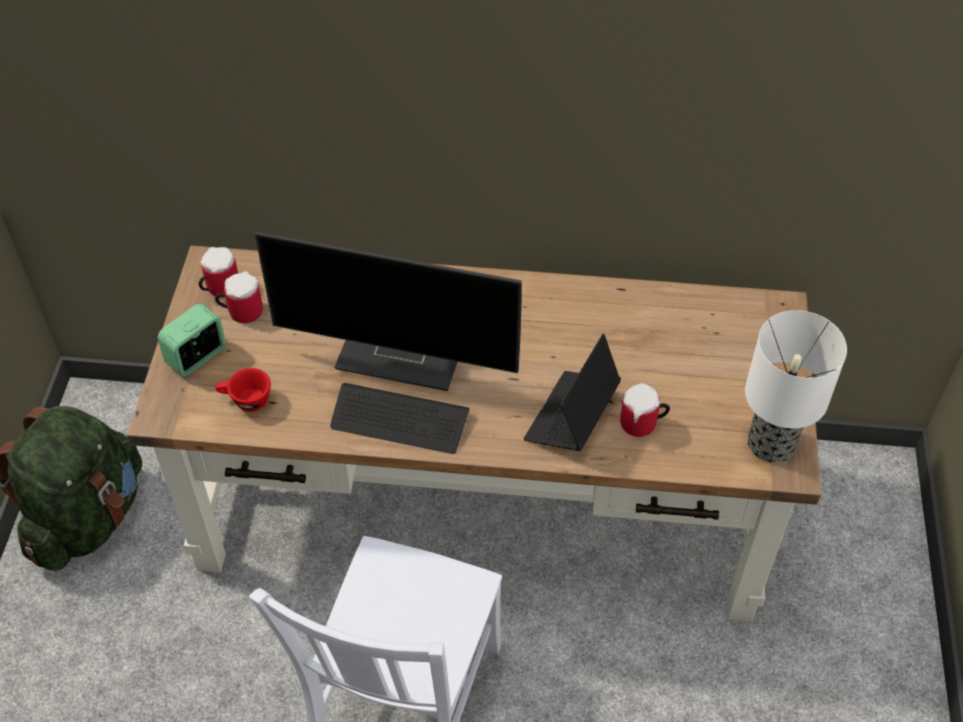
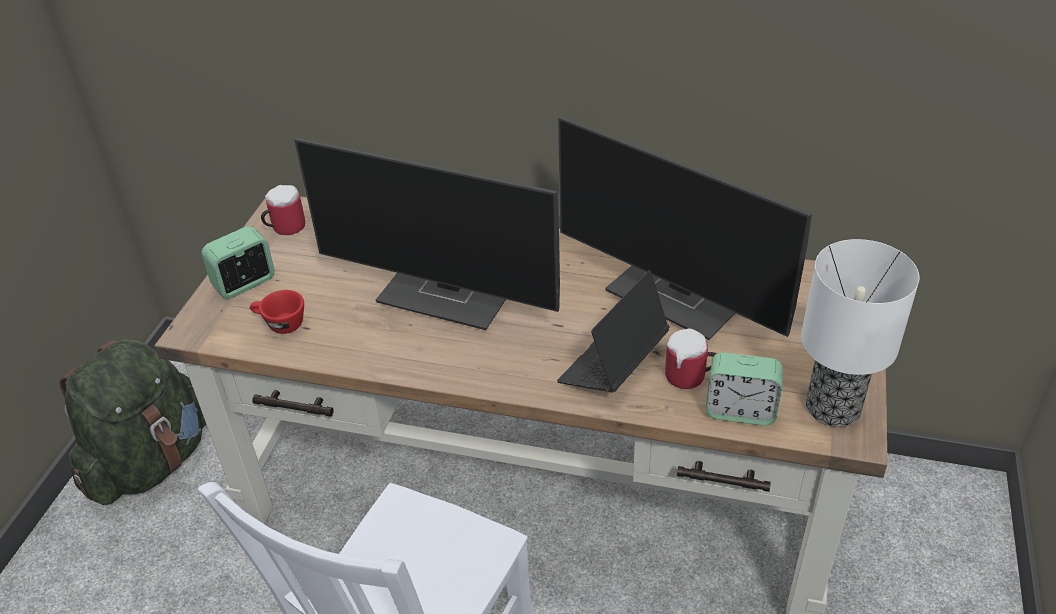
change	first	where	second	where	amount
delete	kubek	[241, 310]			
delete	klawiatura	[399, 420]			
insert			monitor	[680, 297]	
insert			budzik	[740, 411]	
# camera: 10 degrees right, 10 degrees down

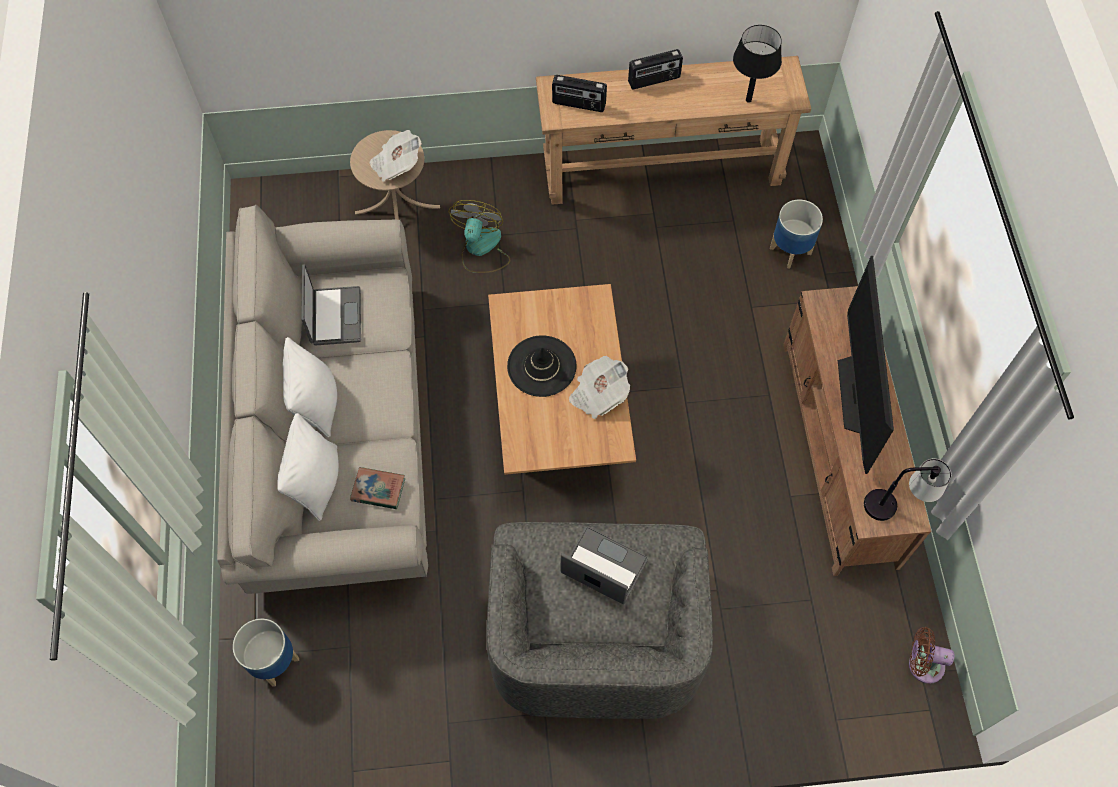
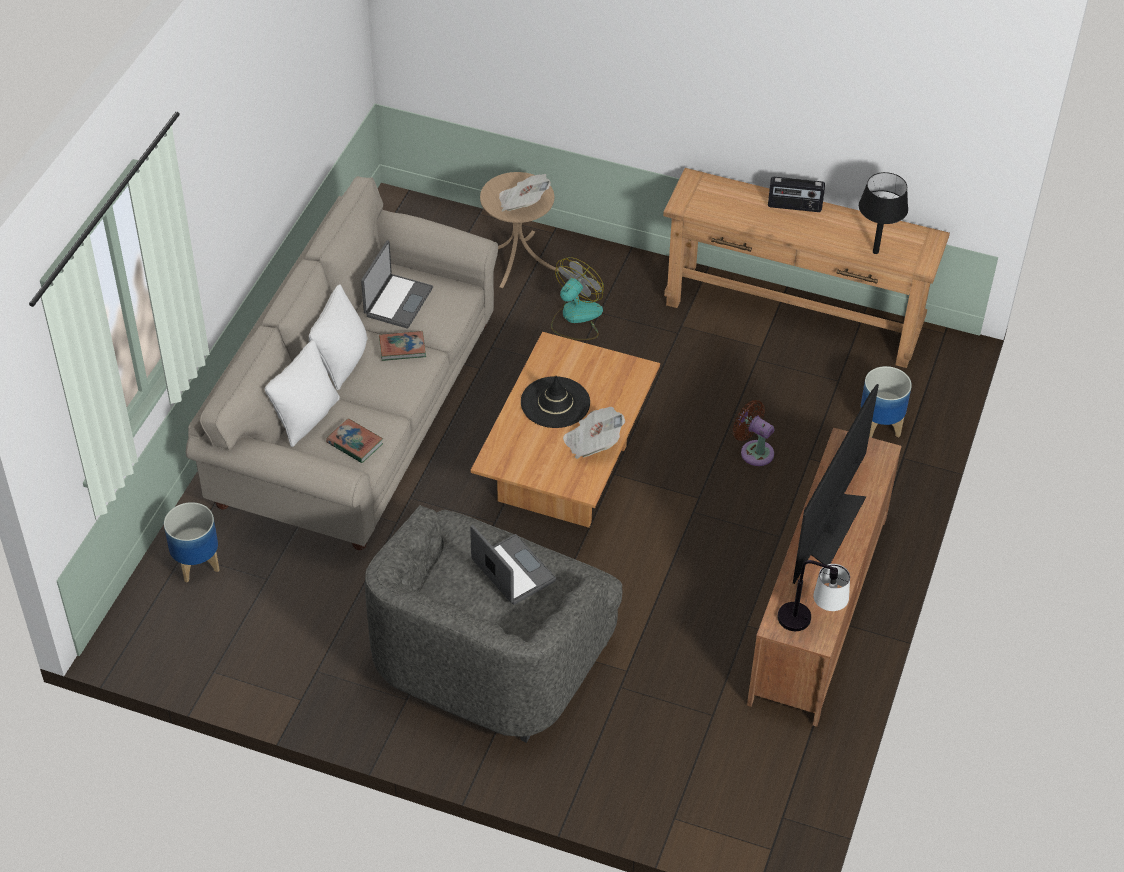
change	first	where	second	where	amount
delete	radio	[578, 104]			
insert			książka	[402, 348]	
move	wentylator (brązowy)	[922, 664]		[754, 451]	
# camera: 25 degrees right, 15 degrees down

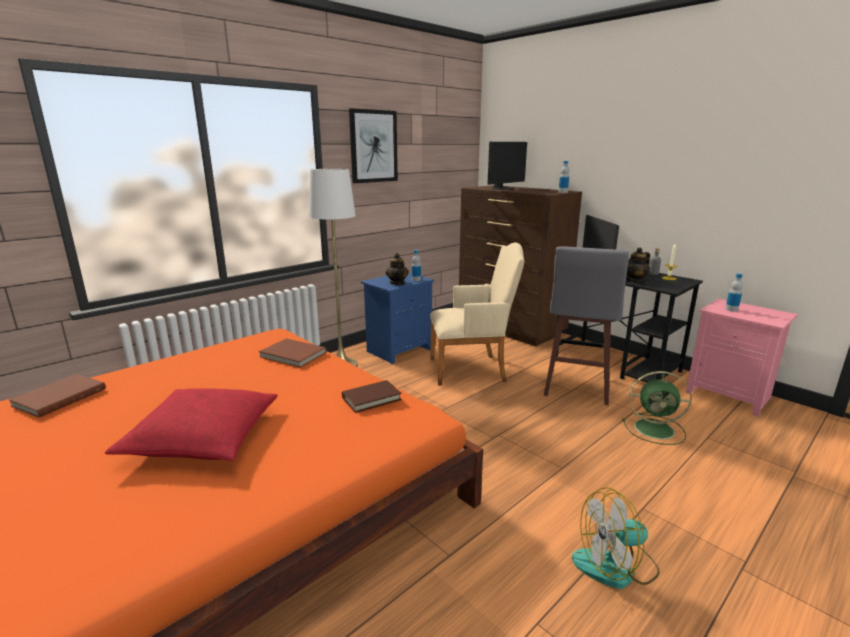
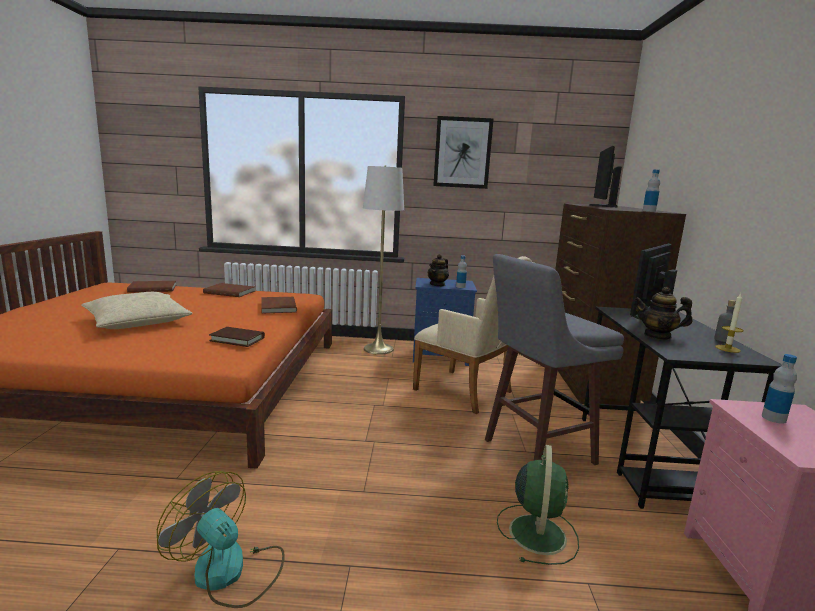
change	first	where	second	where	amount
insert			książka (brązowy)	[230, 292]	
recolor	poduszka (czerwony)	[203, 437]	poduszka (beżowy)	[138, 321]	
rotate	monitor	[504, 189]		[601, 206]	105 degrees clockwise
rotate	wentylator (zielony)	[656, 429]		[537, 532]	135 degrees counterclockwise
# camera: 45 degrees right, 5 degrees down

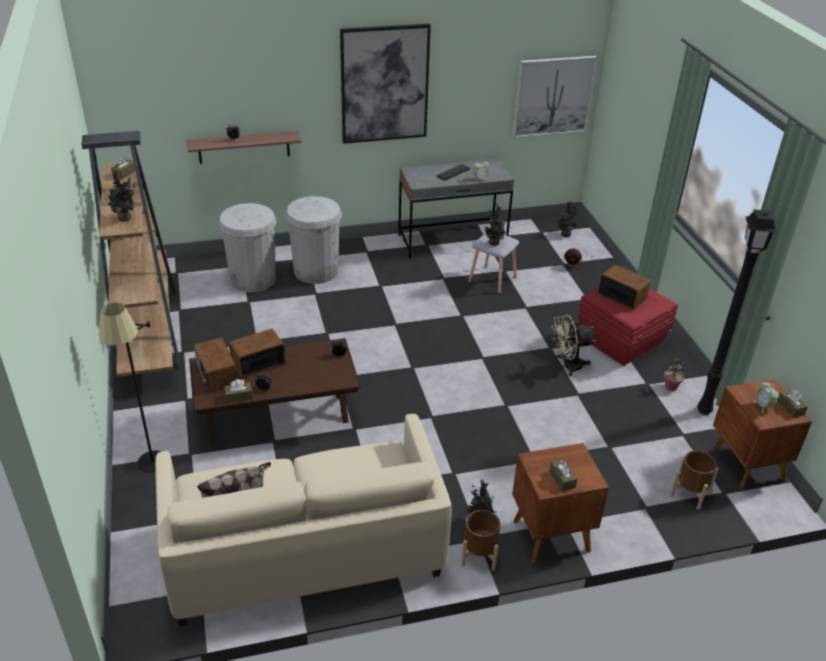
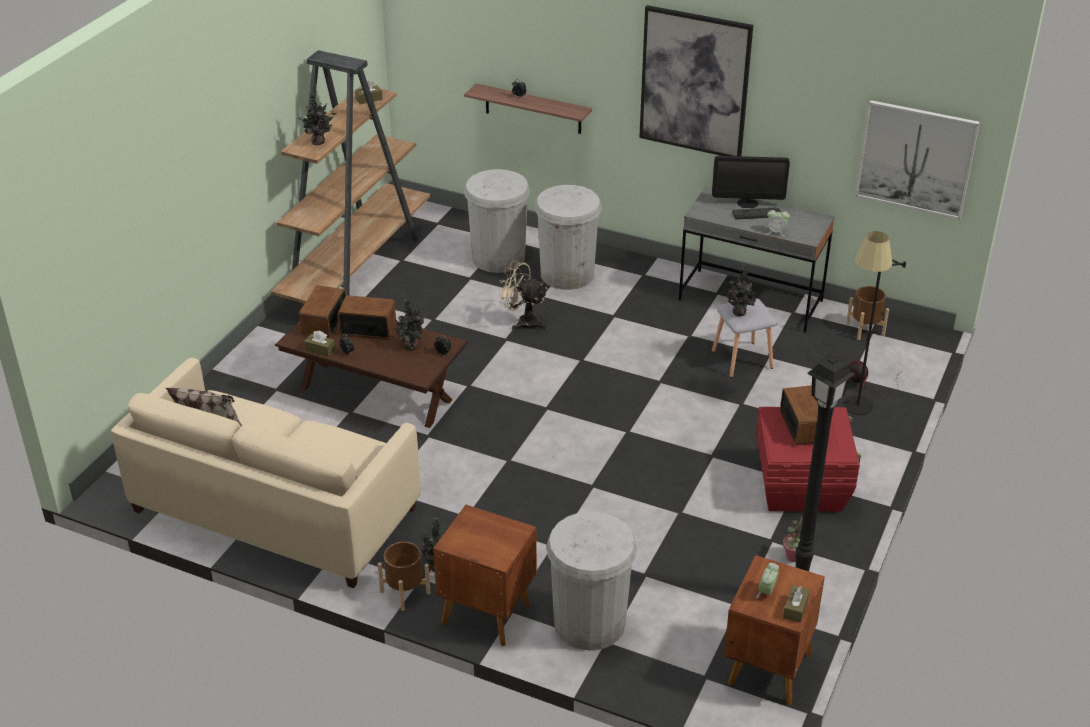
change	first	where	second	where	amount
delete	pudełko chusteczek (brązowy)	[562, 479]			
insert			kosz na śmieci (biały)	[589, 623]	
insert			monitor	[747, 203]	
move	lampa stojąca (czarny)	[152, 471]		[853, 413]	
move	wentylator (beżowy)	[567, 366]		[523, 322]	
move	roślina doniczkowa	[565, 234]		[411, 345]	
move	donica (brązowy)	[690, 493]		[865, 329]	
# camera: 40 degrees right, 0 degrees up

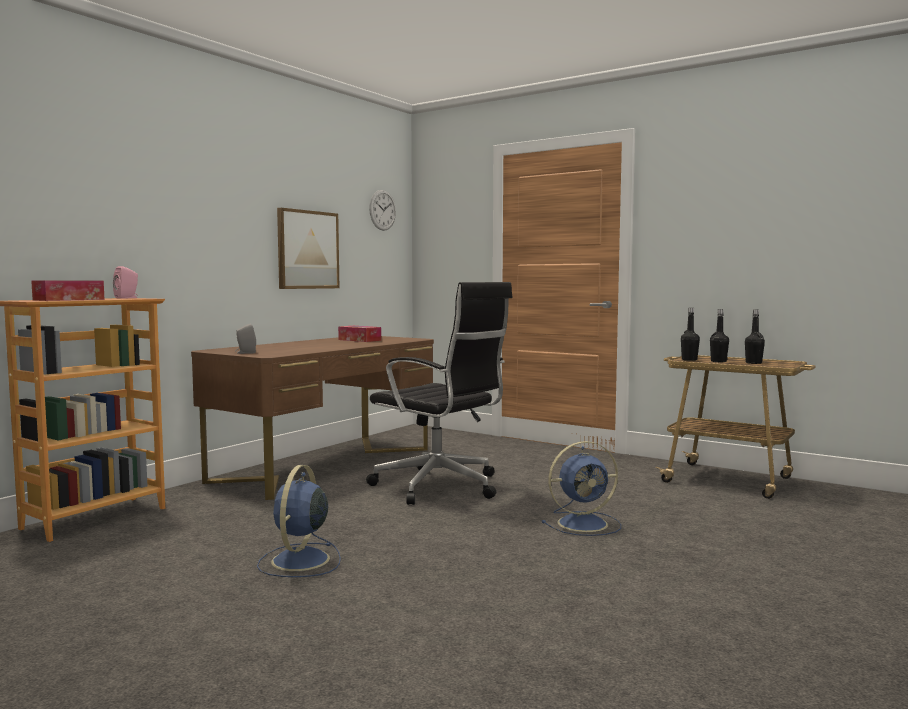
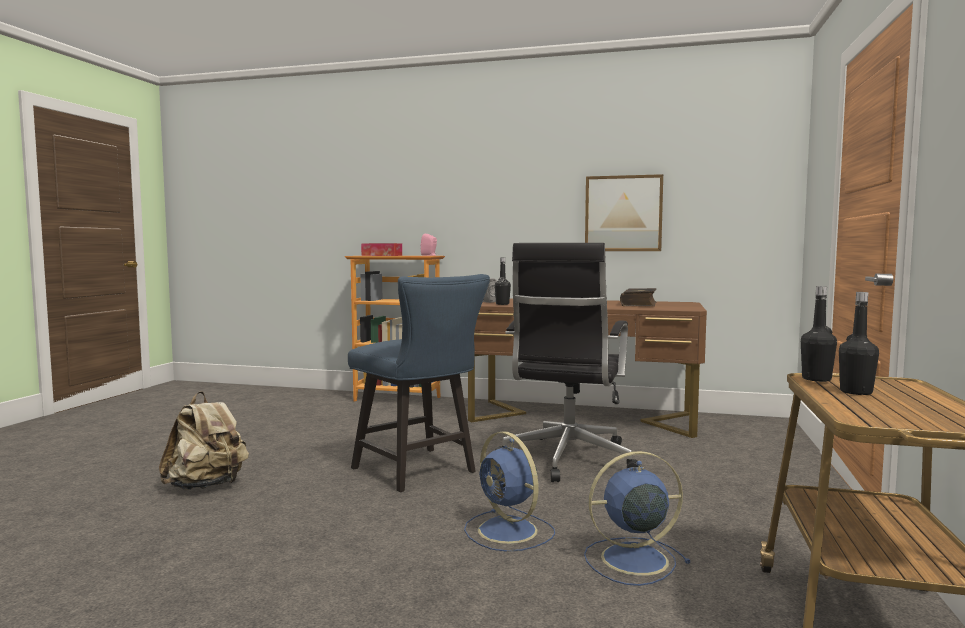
change	first	where	second	where	amount
delete	zegar ścienny	[382, 210]			
insert			plecak (beżowy)	[207, 486]	
insert			krzesło (niebieski)	[419, 472]	
move	wentylator (niebieski)	[299, 561]		[631, 560]	
move	butelka (czarny)	[753, 363]		[502, 304]	
replace	pudełko chusteczek	[359, 340]	książka	[639, 304]	
# camera: 70 degrees right, 0 degrees up

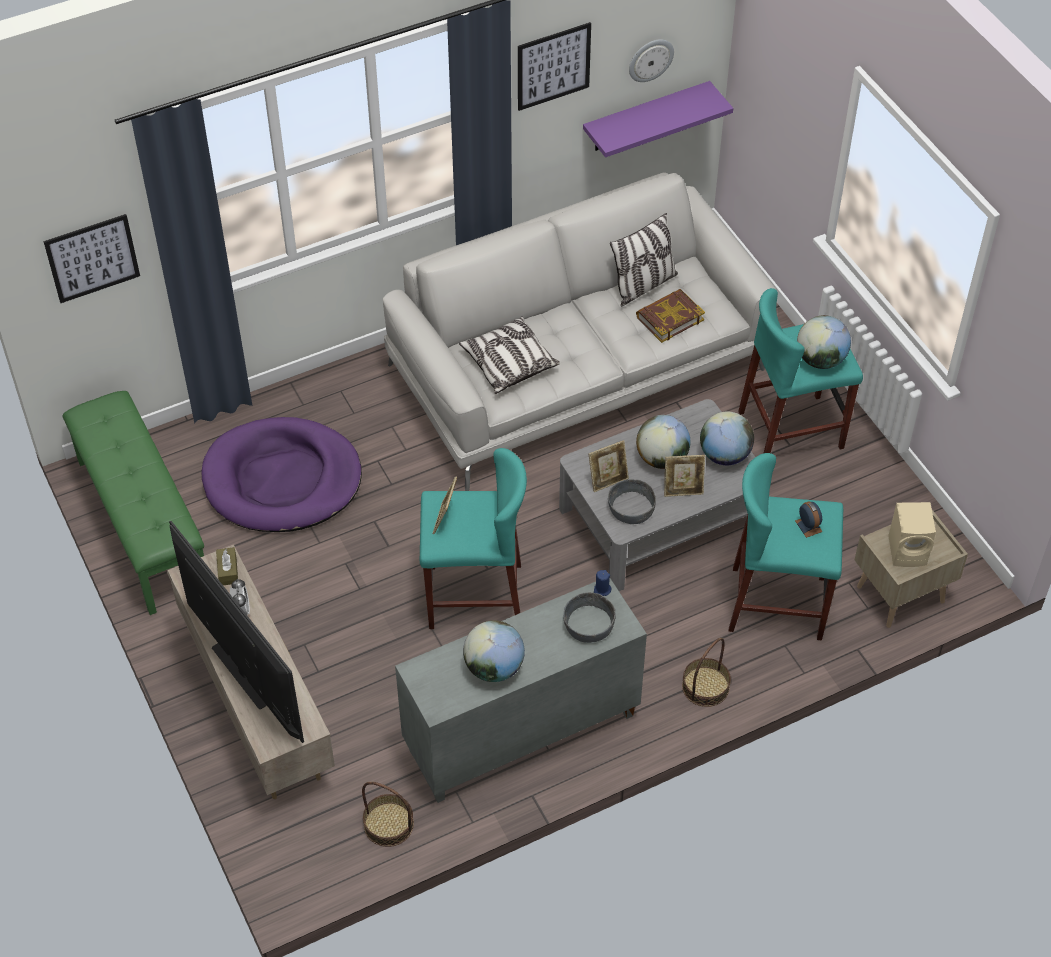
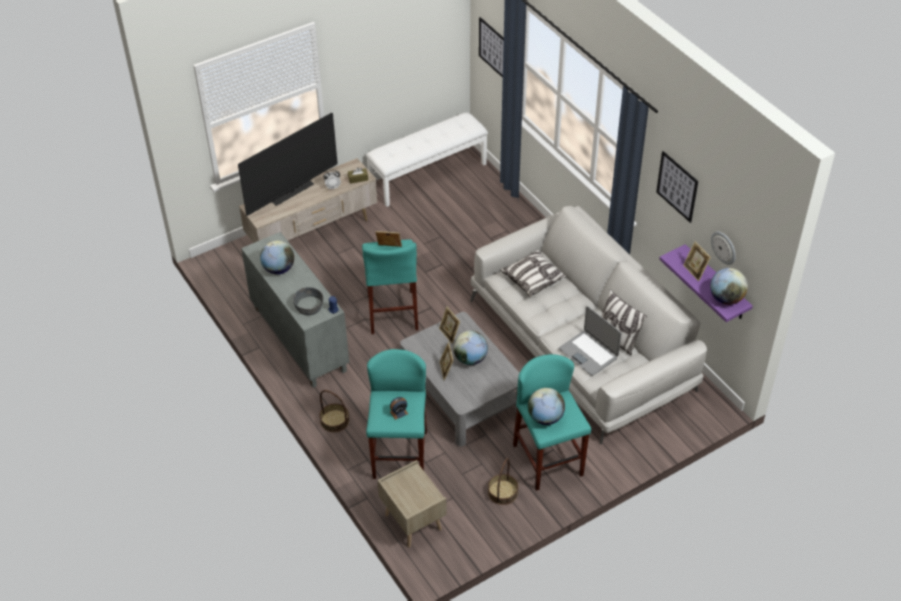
change	first	where	second	where	amount
delete	legowisko (fioletowy)	[282, 480]			
delete	miska (szary)	[630, 508]			
delete	głośnik (beżowy)	[909, 551]			
insert			ramka na zdjęcie	[694, 271]	
move	koszyk	[389, 824]		[503, 492]	
move	globus	[724, 455]		[726, 298]	
replace	książka	[669, 318]	laptop	[588, 353]	
recolor	ławka (zielony)	[142, 525]	ławka (biały)	[428, 175]	
# camera: 85 degrees right, 5 degrees down

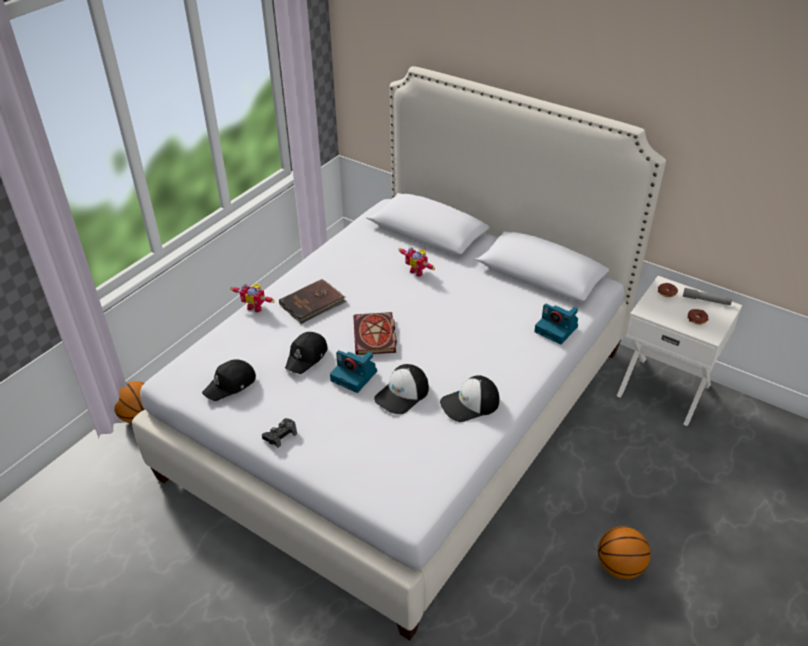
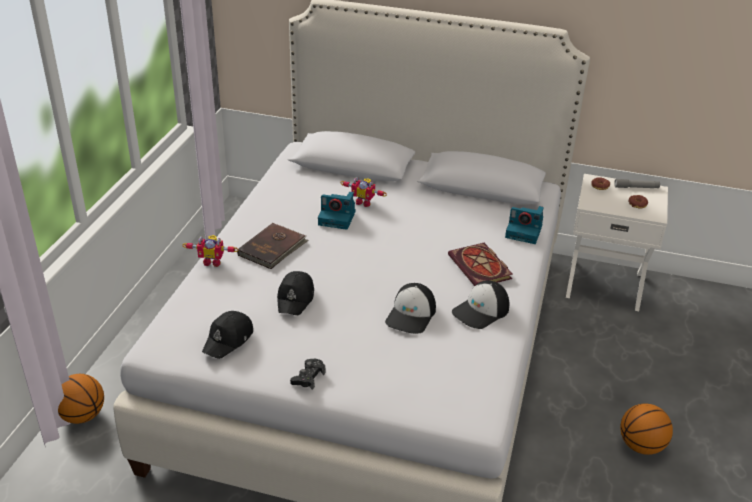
change	first	where	second	where	amount
move	aparat fotograficzny	[355, 376]		[338, 218]	
move	książka	[376, 336]		[481, 268]	
# camera: 20 degrees left, 5 degrees down

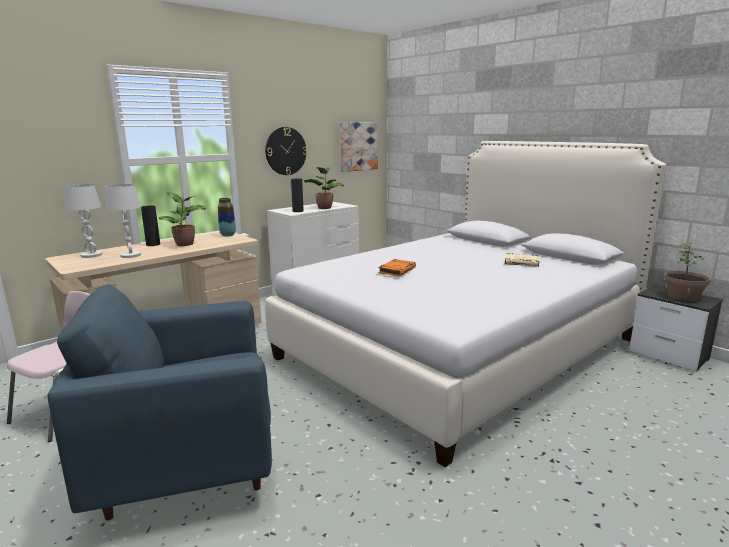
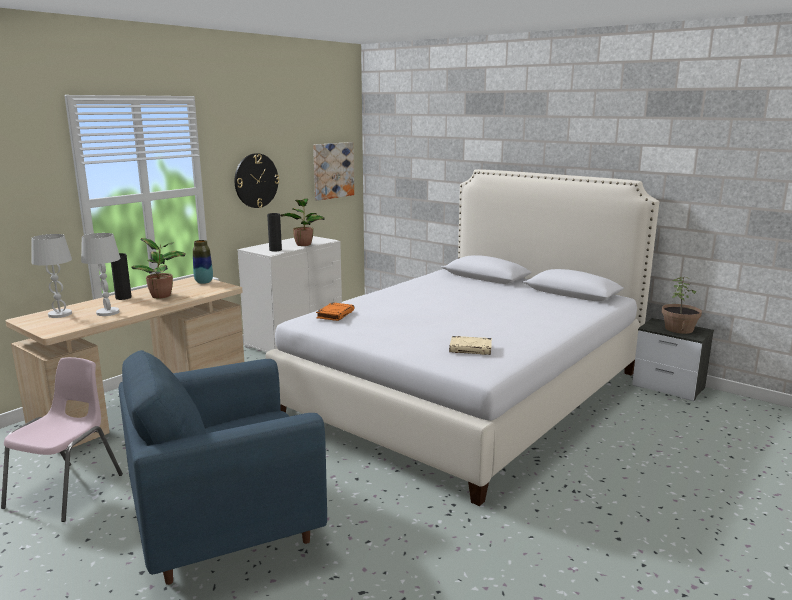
change	first	where	second	where	amount
move	książka (pomarańczowy)	[397, 270]		[335, 314]	
move	książka (beżowy)	[522, 262]		[471, 349]	
# camera: 10 degrees left, 0 degrees up

